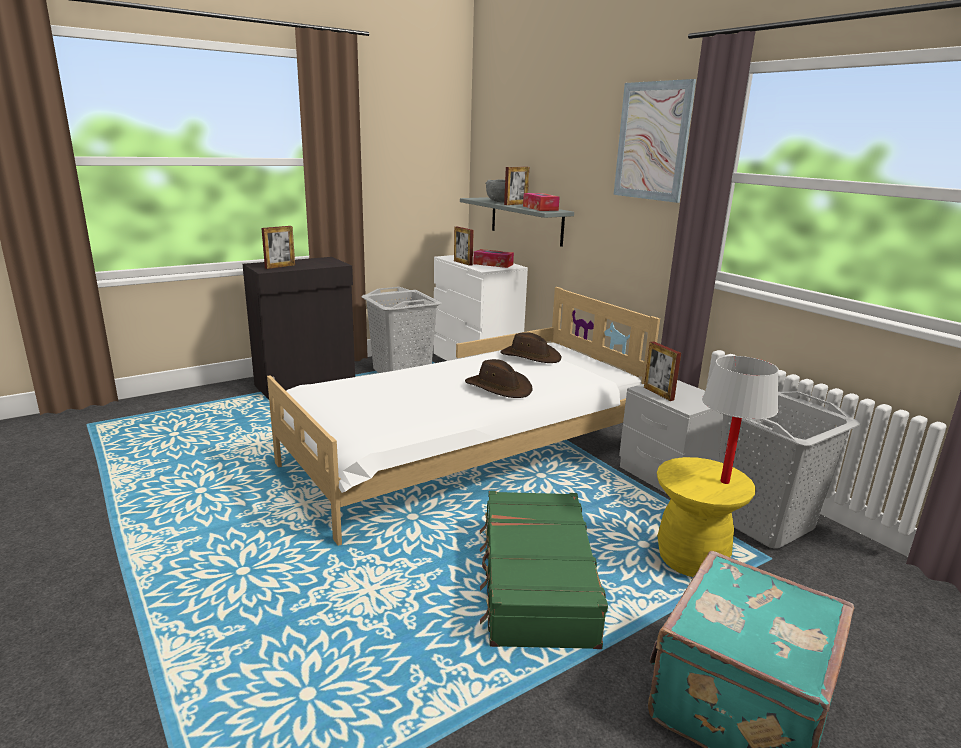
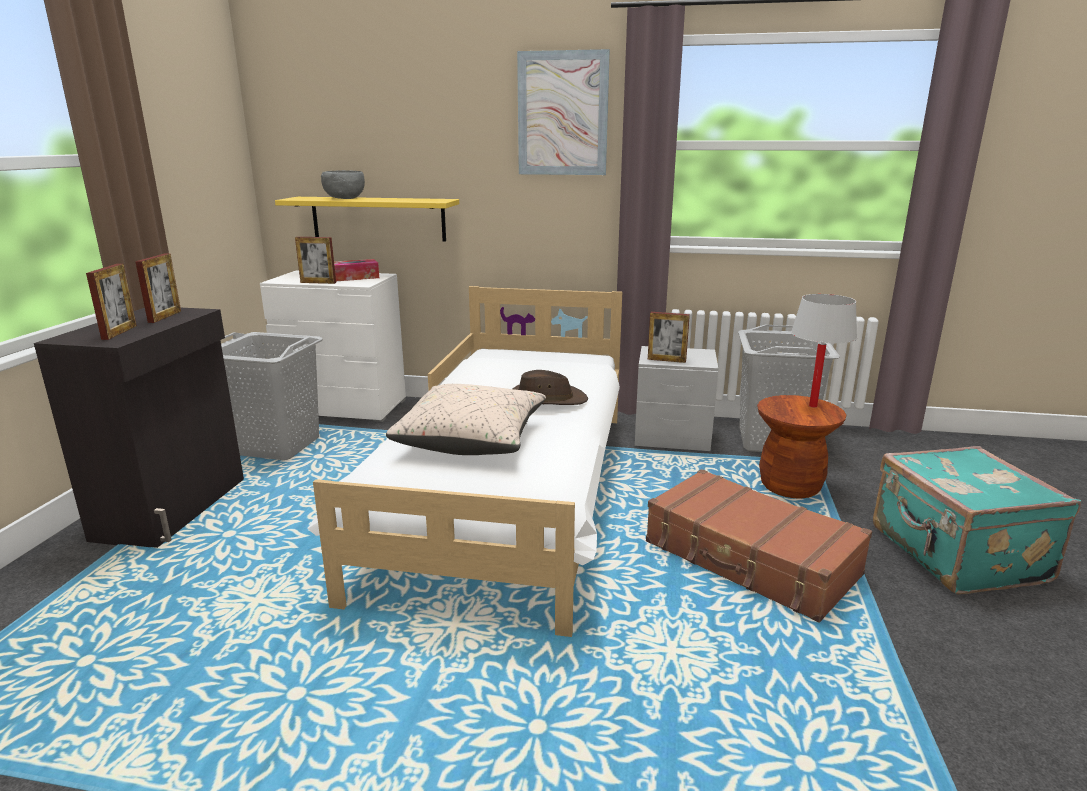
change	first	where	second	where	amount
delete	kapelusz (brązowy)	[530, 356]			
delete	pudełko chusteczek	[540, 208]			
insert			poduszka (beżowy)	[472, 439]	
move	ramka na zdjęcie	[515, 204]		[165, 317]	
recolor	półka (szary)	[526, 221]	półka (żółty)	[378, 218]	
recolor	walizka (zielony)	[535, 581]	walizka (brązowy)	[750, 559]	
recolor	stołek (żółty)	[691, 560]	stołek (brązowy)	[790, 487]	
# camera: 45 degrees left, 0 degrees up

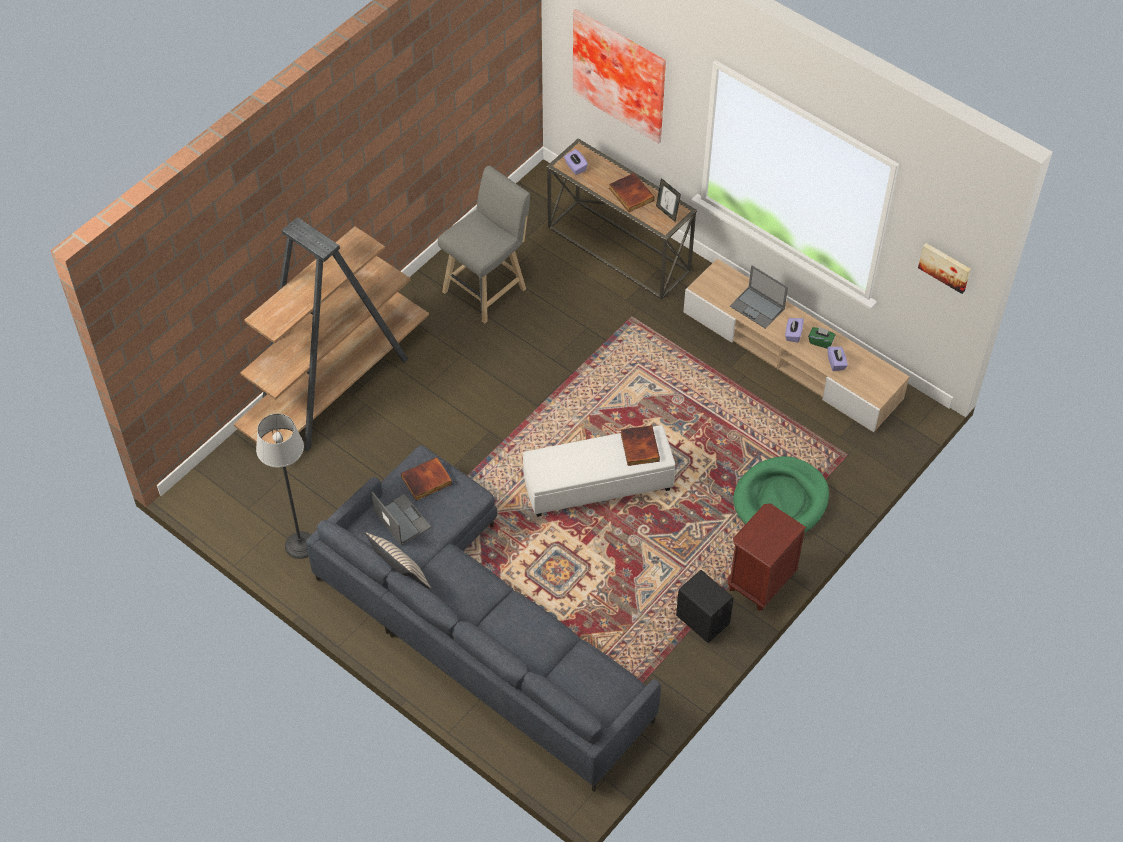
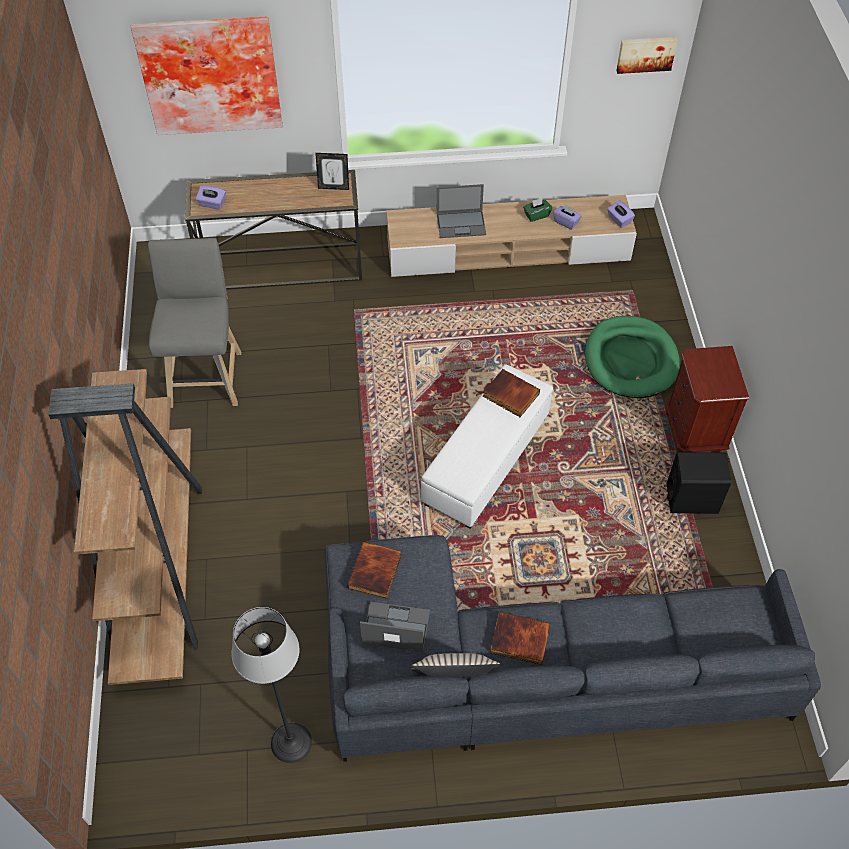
change	first	where	second	where	amount
move	książka	[630, 194]		[519, 640]	
move	pudełko chusteczek (fioletowy)	[793, 334]		[619, 220]	
# camera: 45 degrees left, 0 degrees up

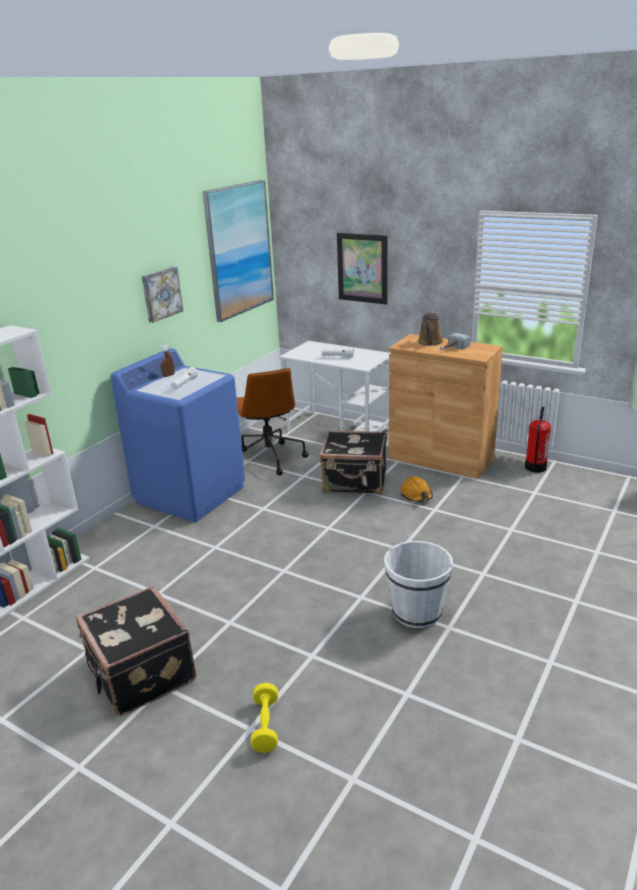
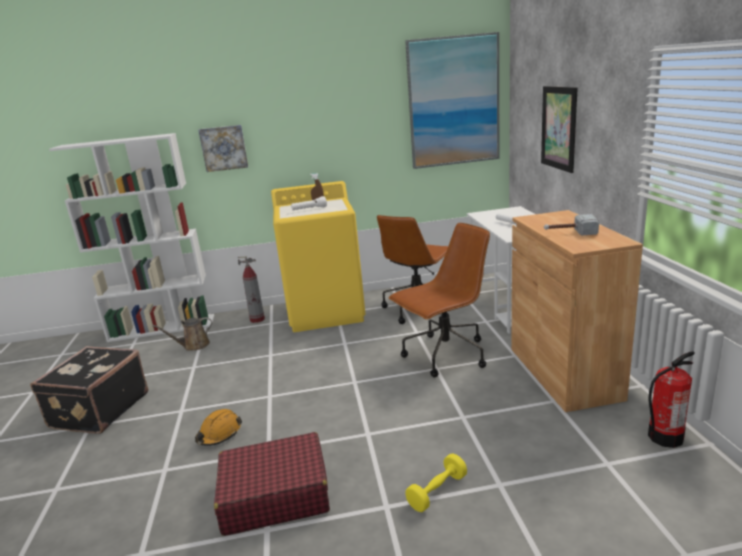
change	first	where	second	where	amount
insert			gaśnica	[257, 319]	
move	obraz	[161, 294]		[224, 148]	
move	hantel (żółty)	[265, 725]		[437, 492]	
move	kask (pomarańczowy)	[416, 495]		[219, 434]	
move	konewka (brązowy)	[430, 342]		[193, 345]	
replace	walizka (czarny)	[355, 481]	krzesło biurowe (brązowy)	[445, 355]	
replace	wiadro (biały)	[417, 612]	walizka (czerwony)	[274, 495]	
recolor	pralka (niebieski)	[191, 494]	pralka (żółty)	[326, 312]	
# camera: 50 degrees right, 5 degrees down

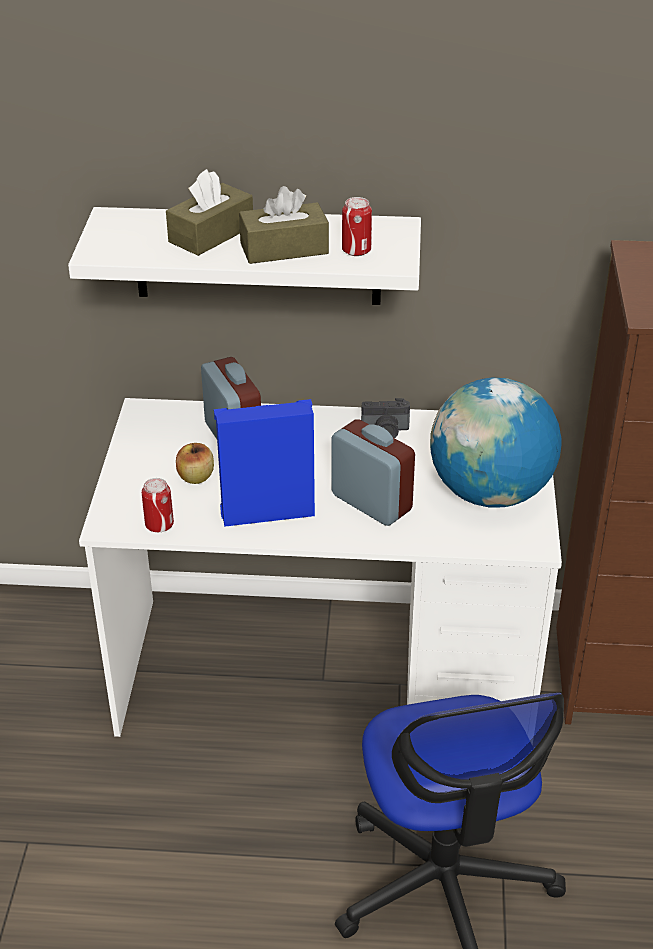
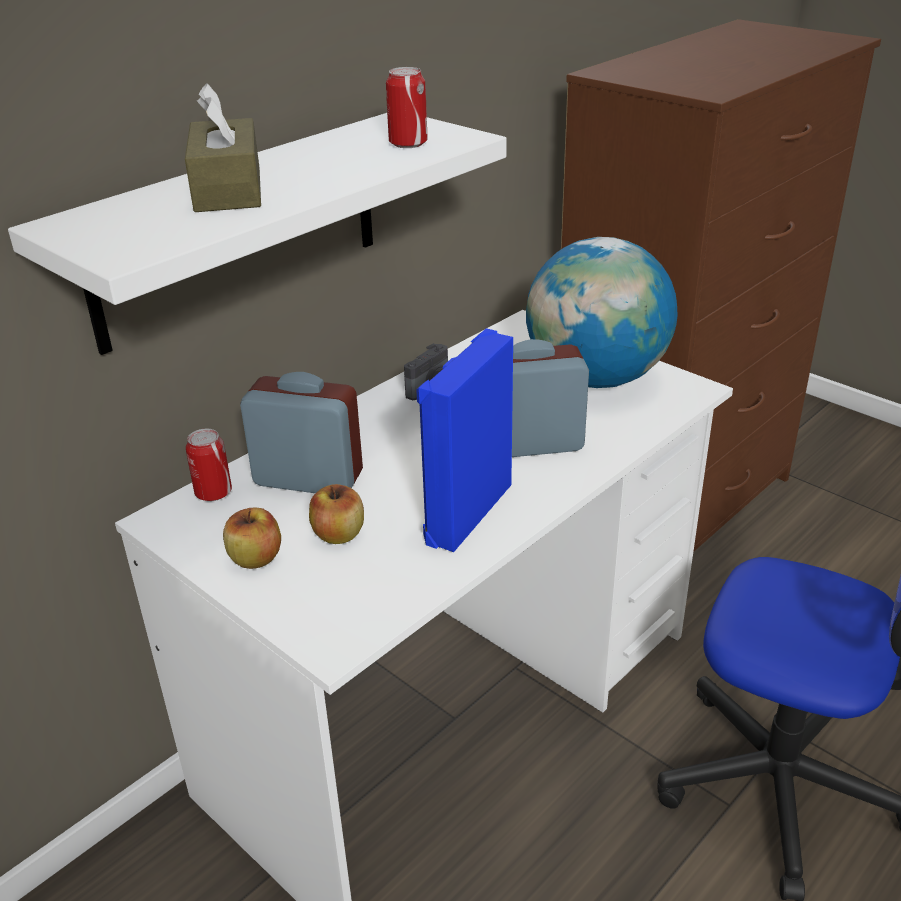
change	first	where	second	where	amount
delete	pudełko chusteczek (brązowy)	[284, 248]			
insert			jabłko	[255, 558]	
move	puszka	[159, 525]		[213, 493]	
# camera: 50 degrees left, 5 degrees down

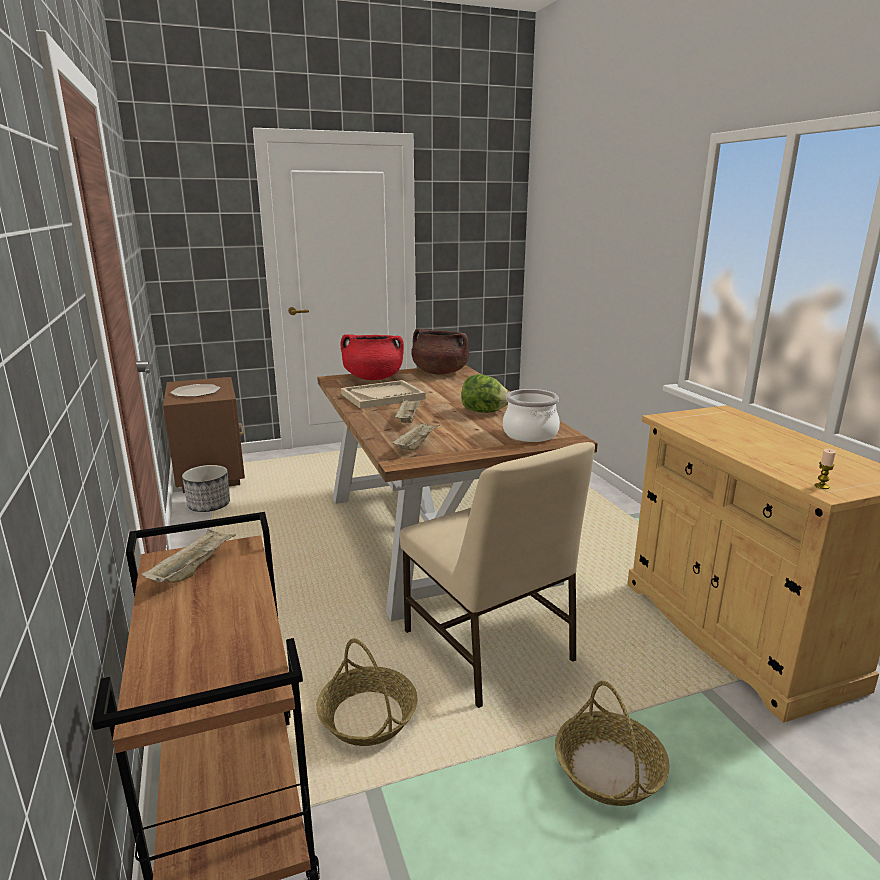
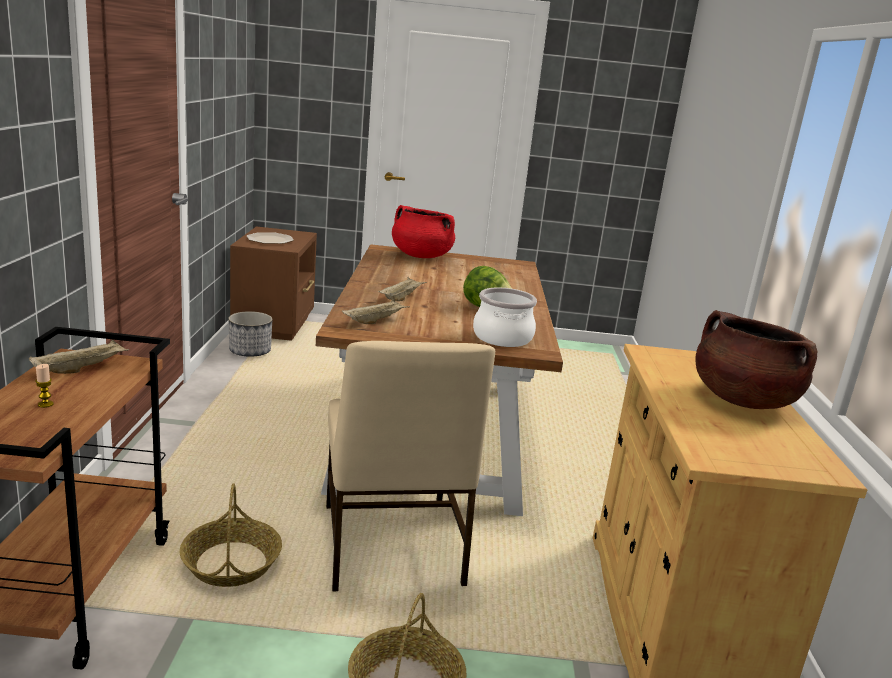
change	first	where	second	where	amount
delete	taca (beżowy)	[383, 396]			
move	garnek (brązowy)	[439, 372]		[742, 400]	
move	świeca	[821, 486]		[45, 404]	
# camera: 20 degrees right, 0 degrees up

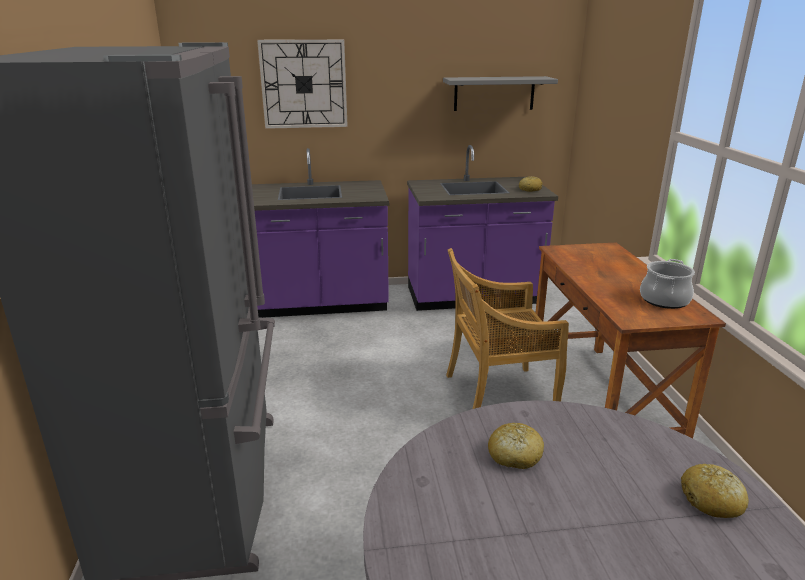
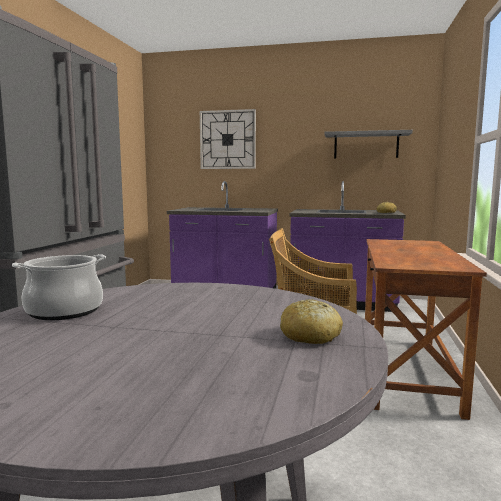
change	first	where	second	where	amount
delete	chleb	[514, 455]			
move	garnek	[664, 300]		[64, 311]	
# camera: 20 degrees right, 15 degrees down

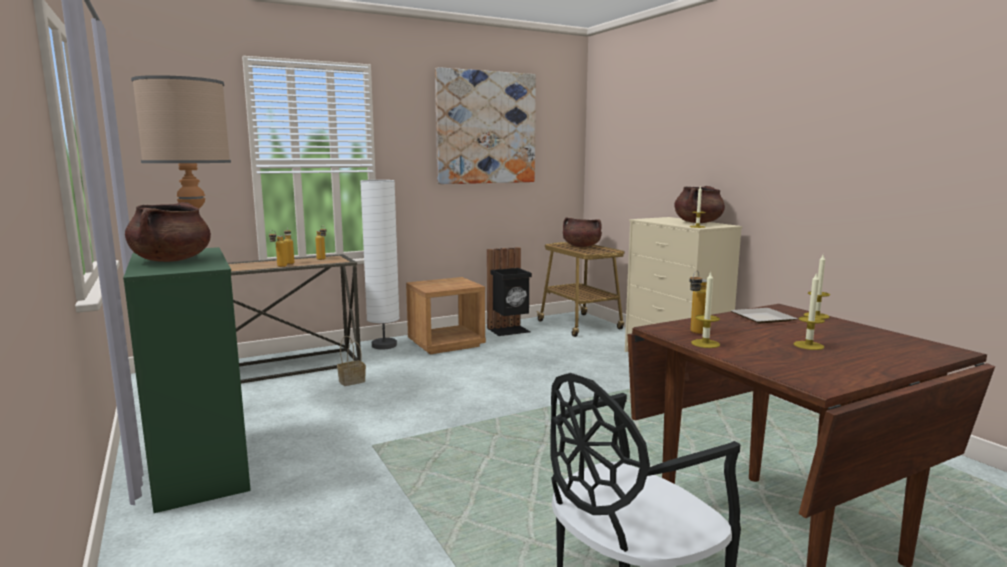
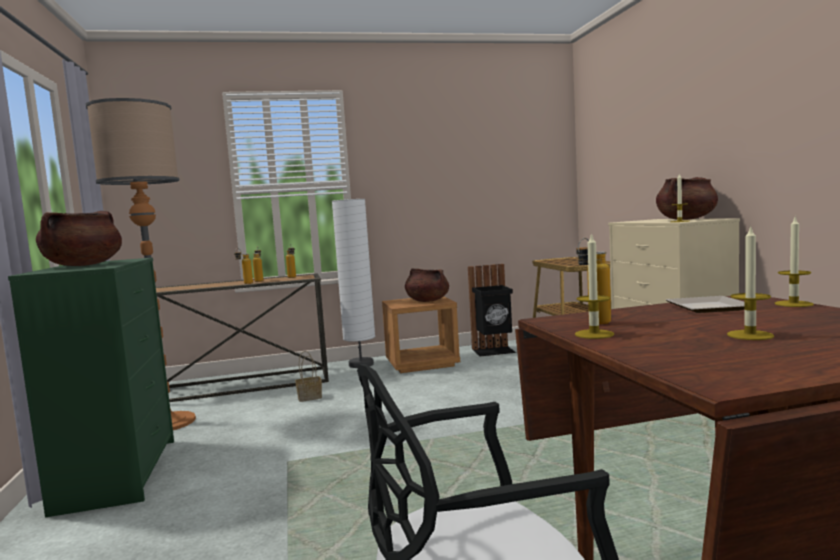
change	first	where	second	where	amount
delete	obraz	[486, 128]			
move	garnek (brązowy)	[581, 246]		[427, 301]	
# camera: 15 degrees right, 5 degrees down

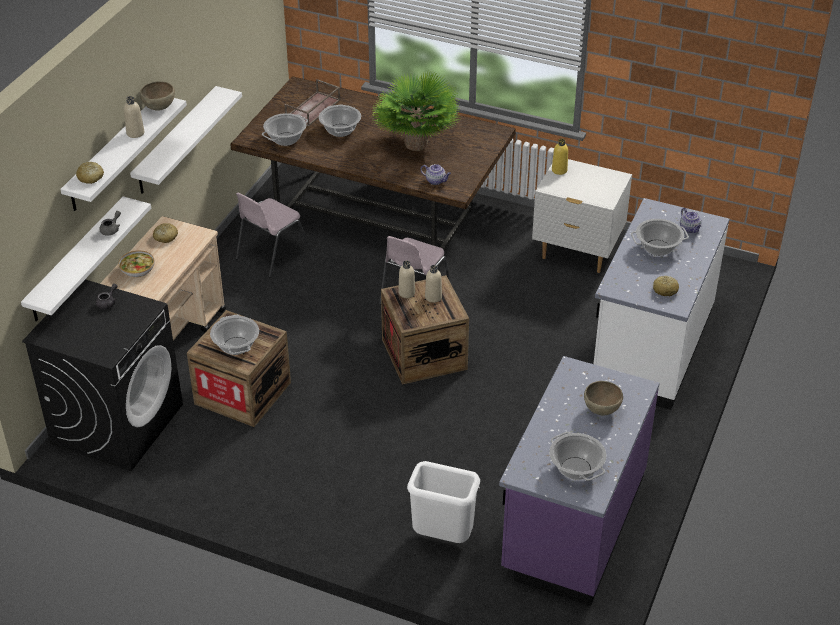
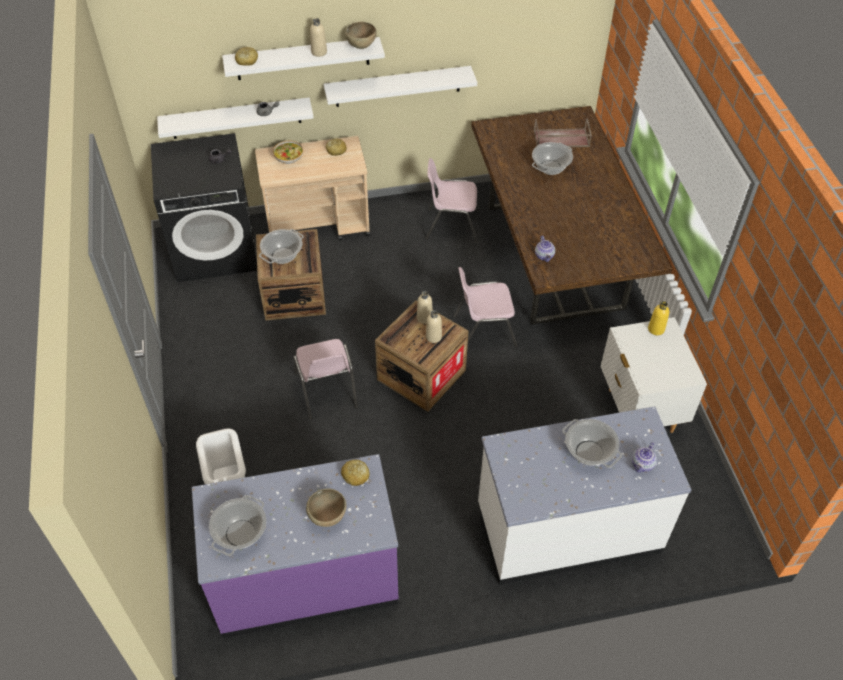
change	first	where	second	where	amount
delete	garnek	[285, 139]			
delete	roślina doniczkowa	[416, 144]			
insert			krzesło (różowy)	[326, 391]	
move	chleb	[665, 290]		[355, 475]	
# camera: 55 degrees right, 10 degrees up

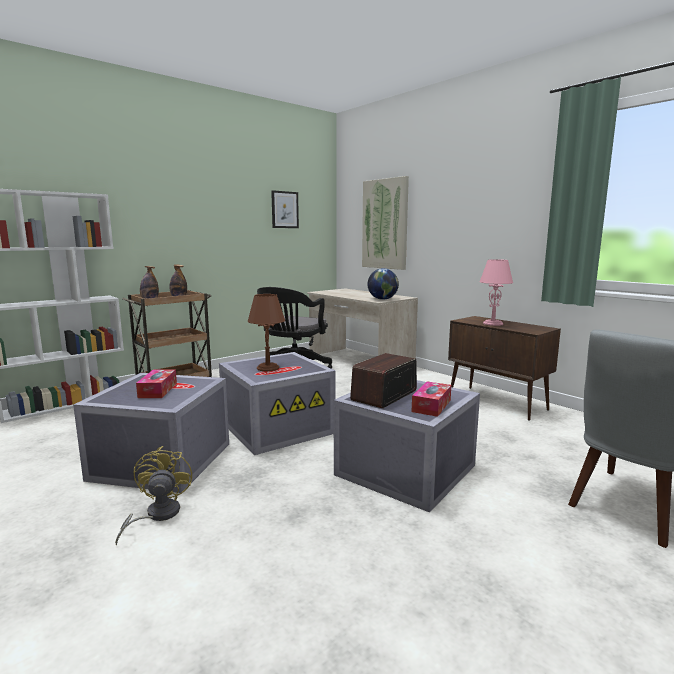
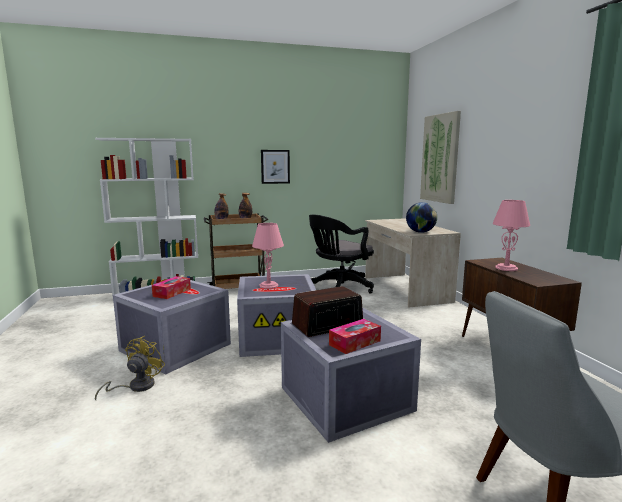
change	first	where	second	where	amount
move	obraz	[284, 209]		[275, 166]	
recolor	lampa stołowa (brązowy)	[267, 368]	lampa stołowa (różowy)	[268, 285]	
# camera: 25 degrees right, 0 degrees up

